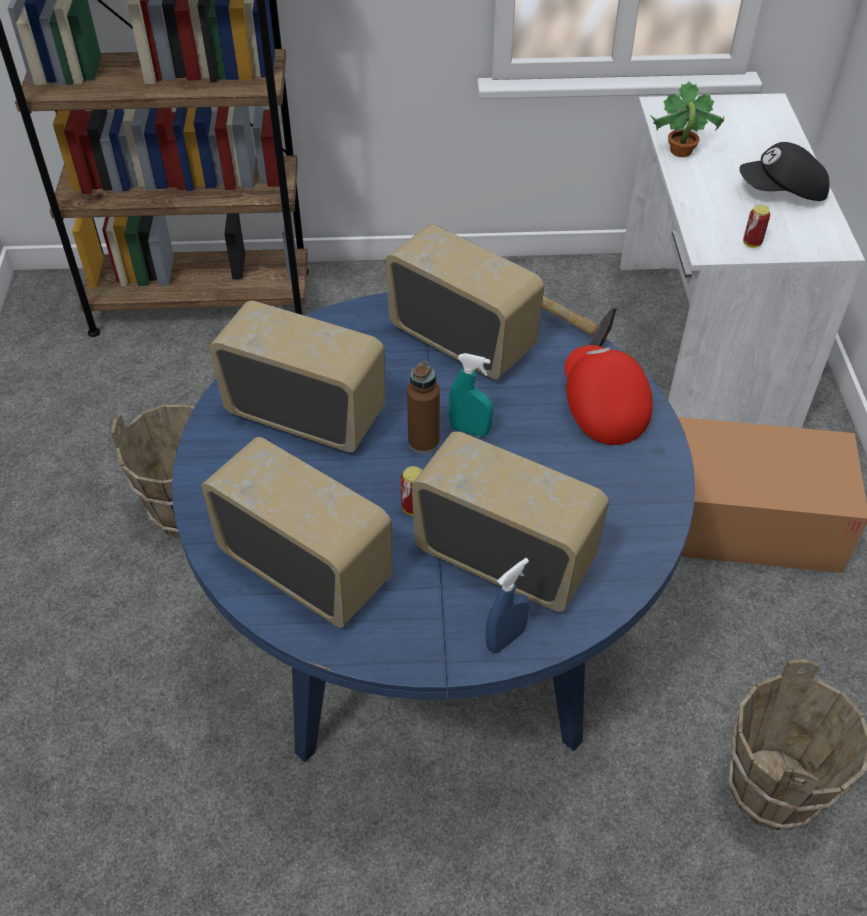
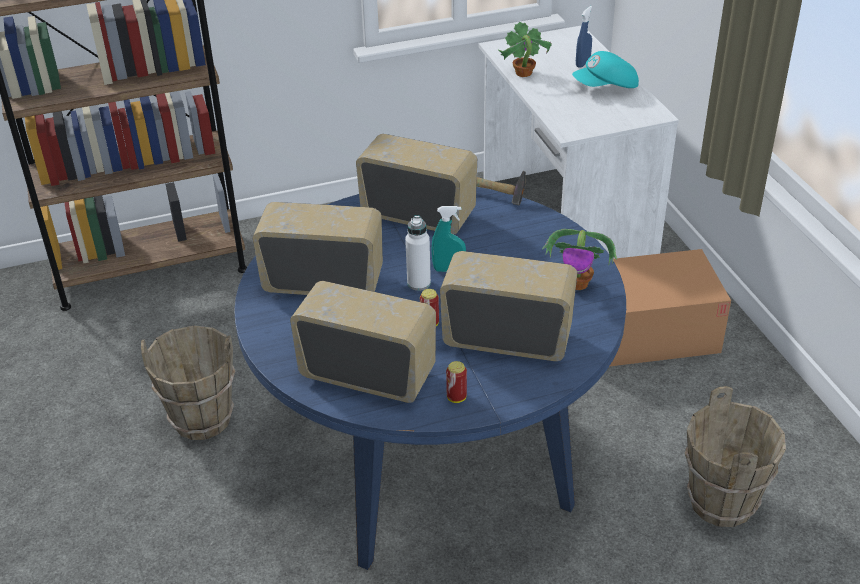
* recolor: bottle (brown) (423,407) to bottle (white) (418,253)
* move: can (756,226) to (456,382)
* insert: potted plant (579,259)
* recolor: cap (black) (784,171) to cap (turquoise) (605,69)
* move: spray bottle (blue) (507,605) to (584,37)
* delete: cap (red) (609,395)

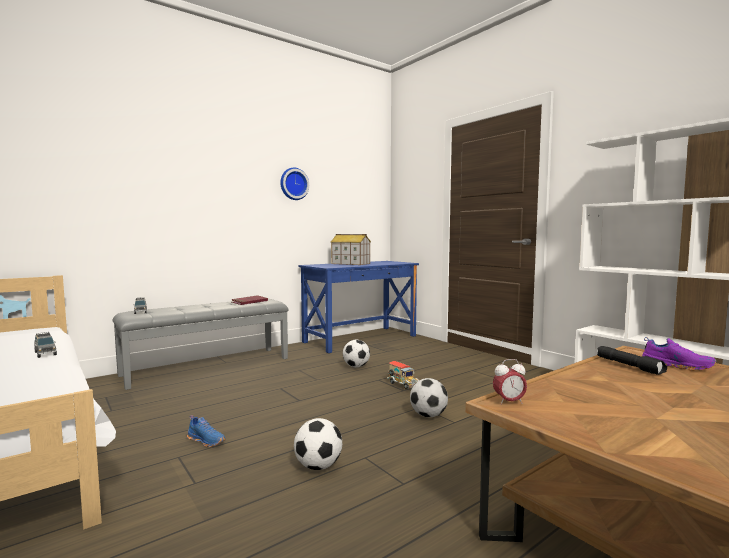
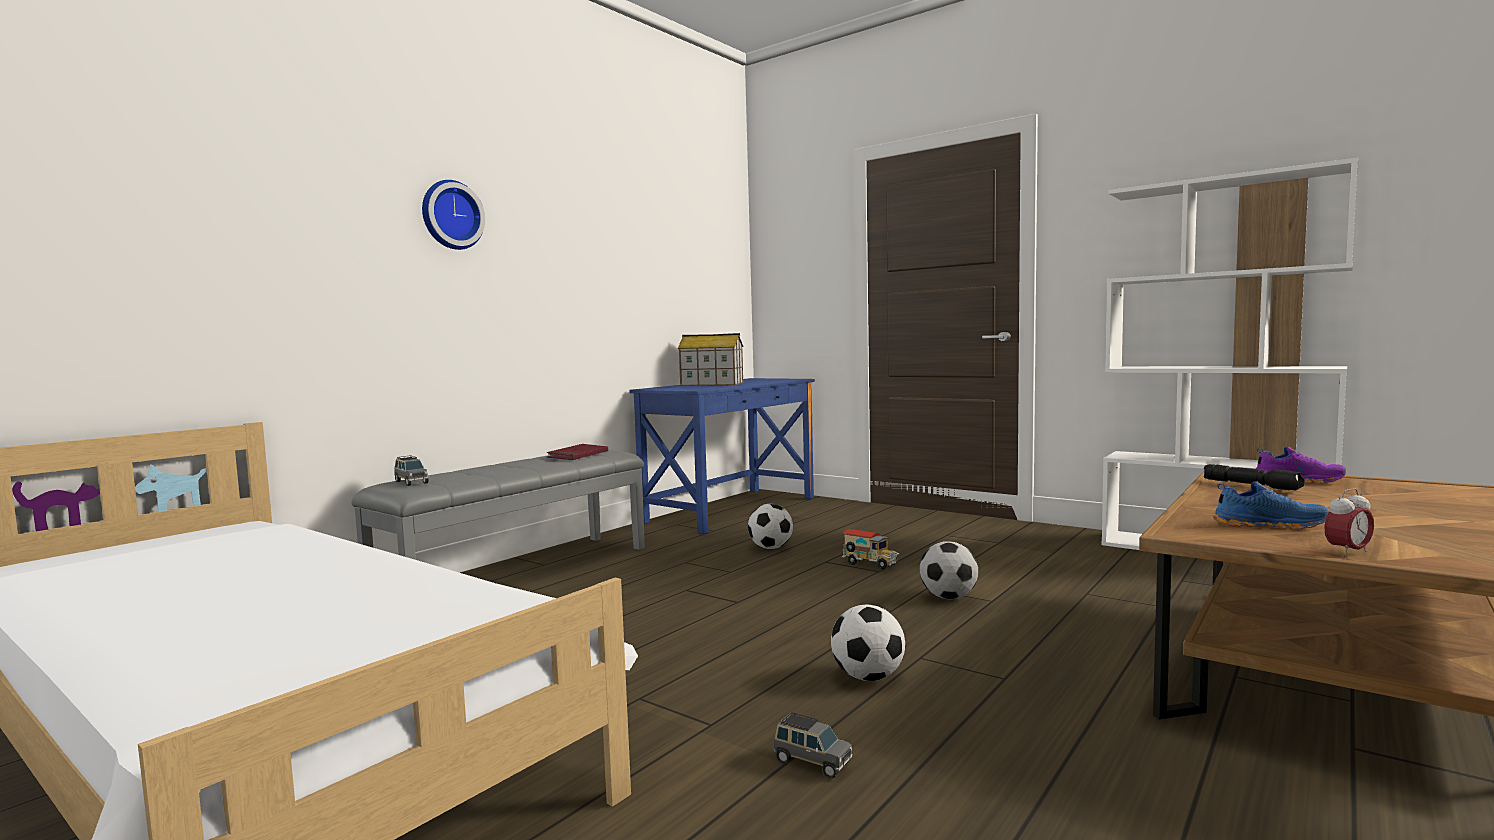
* move: wall clock (294,184) to (453,215)
* move: toy car (grey) (45,345) to (813,745)
* move: shoe (blue) (206,431) to (1271,505)
* move: alarm clock (510,382) to (1349,522)

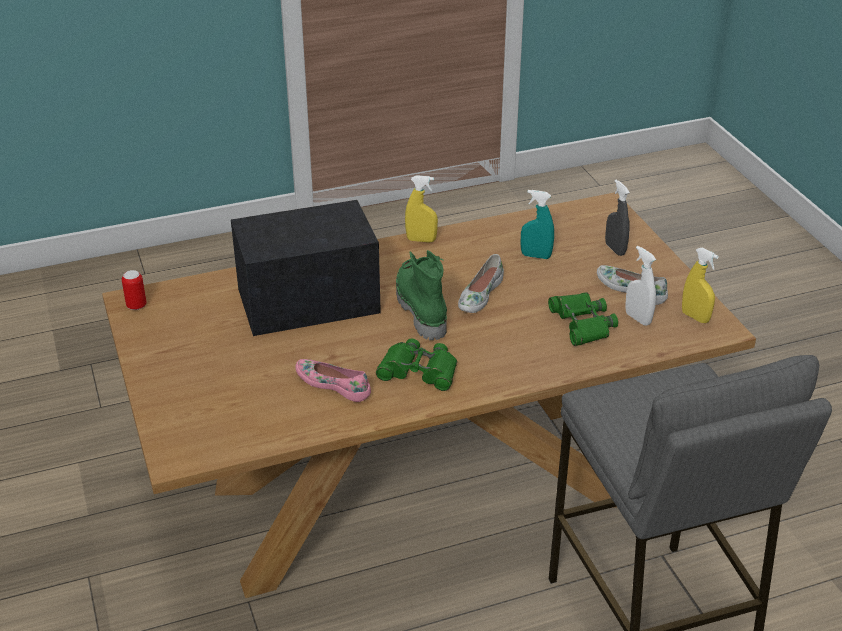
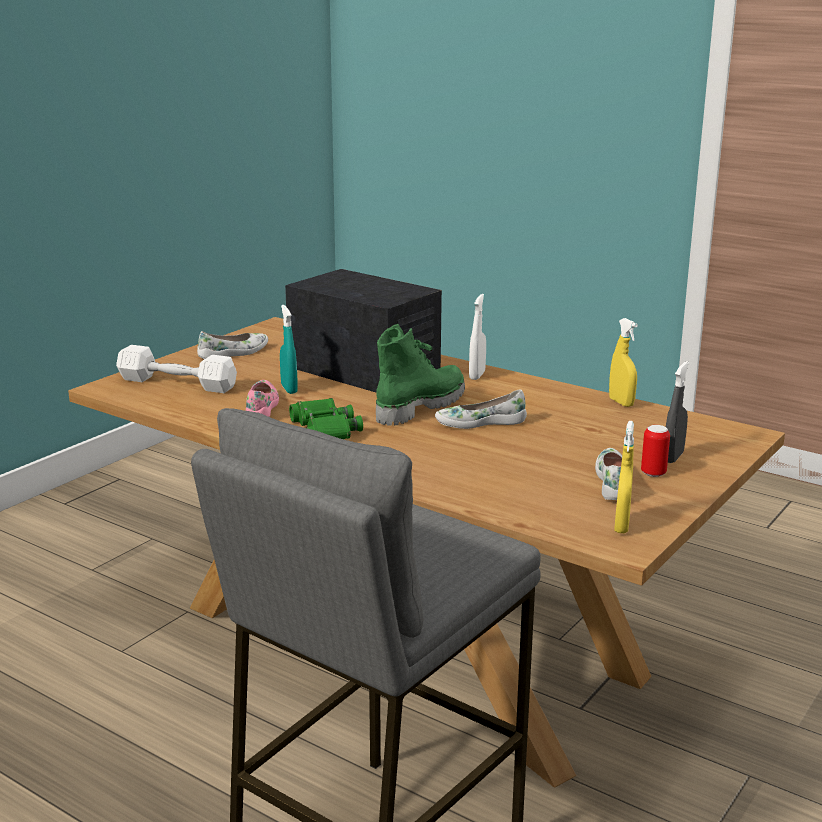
* insert: dumbbell (white) (176,369)
* insert: shoe (white) (232,345)
* move: spray bottle (turquoise) (537,224) to (289,349)
* move: spray bottle (white) (640,286) to (477,337)
* move: spray bottle (yellow) (421,209) to (623,362)
* move: can (134,290) to (655,451)
* delete: binoculars (green) (583,319)

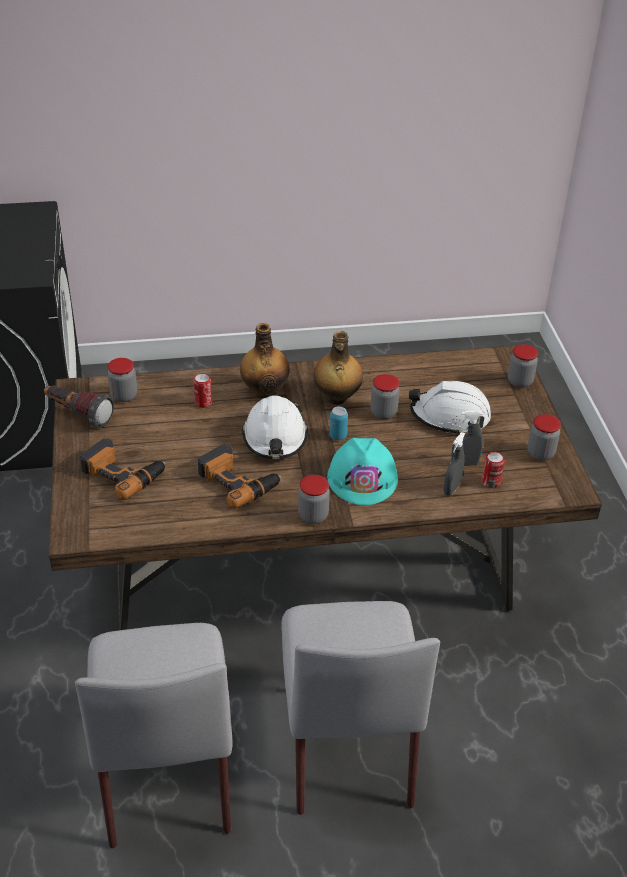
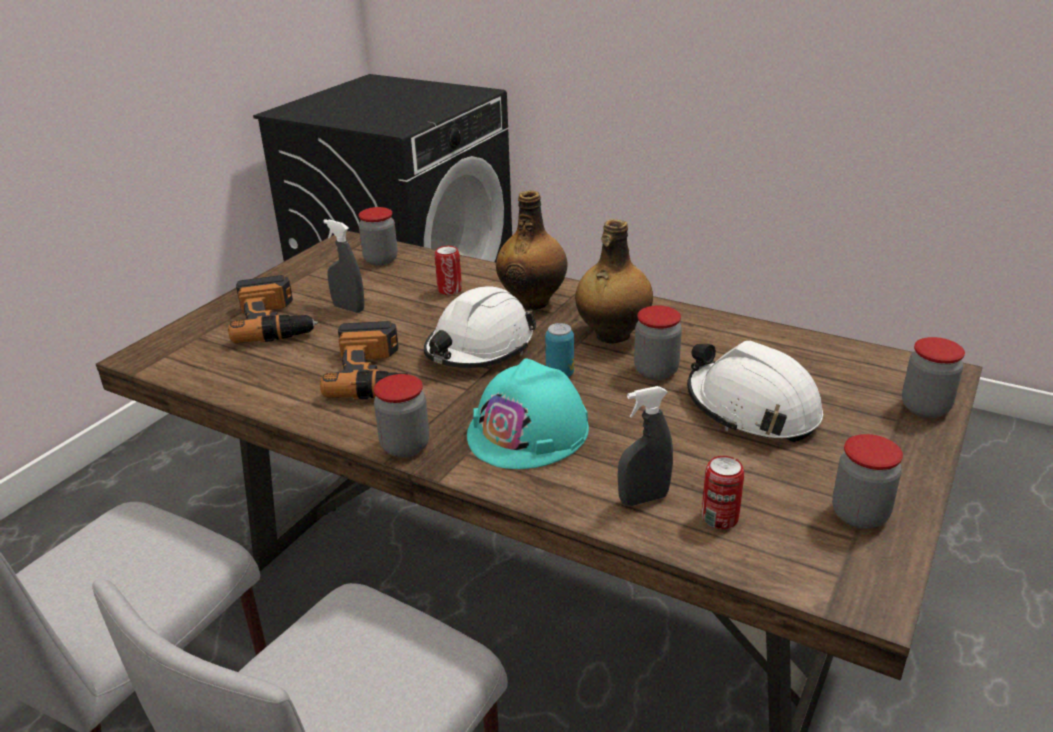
* move: spray bottle (grey) (467,438) to (343,266)
* delete: flashlight (79,406)

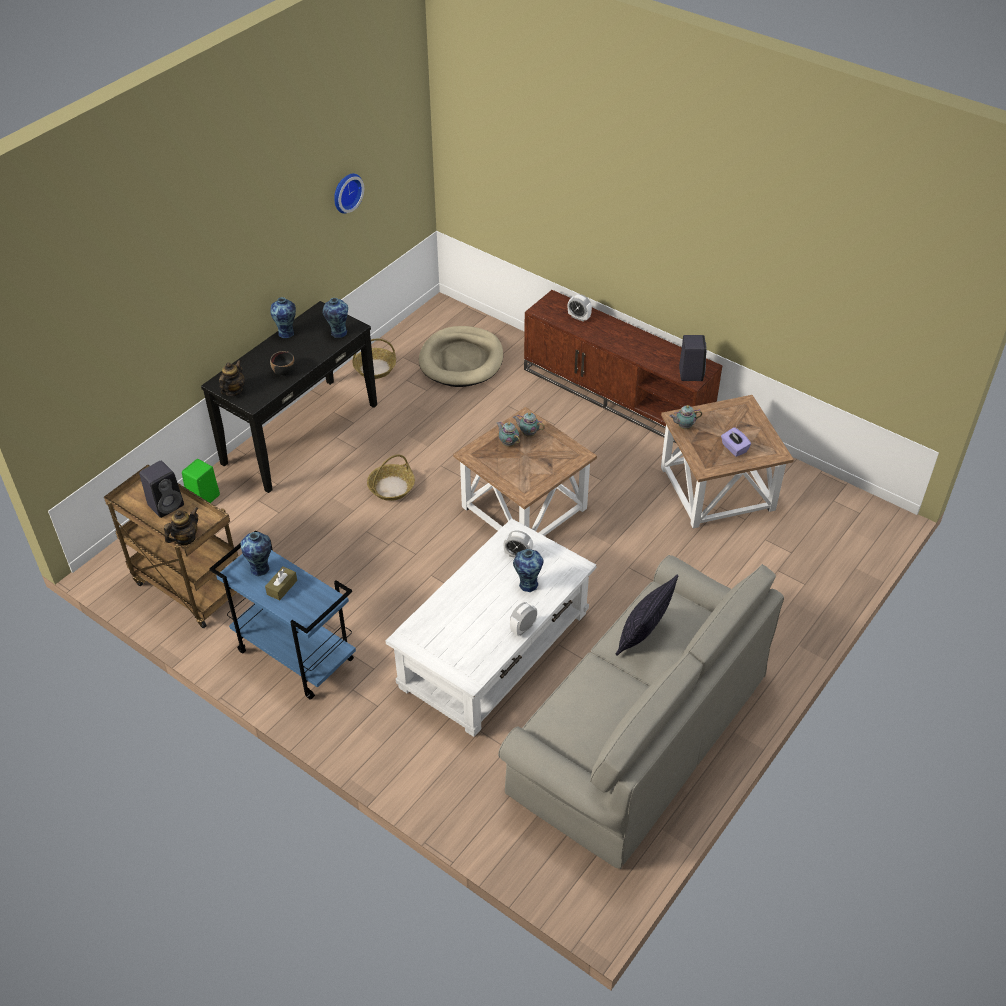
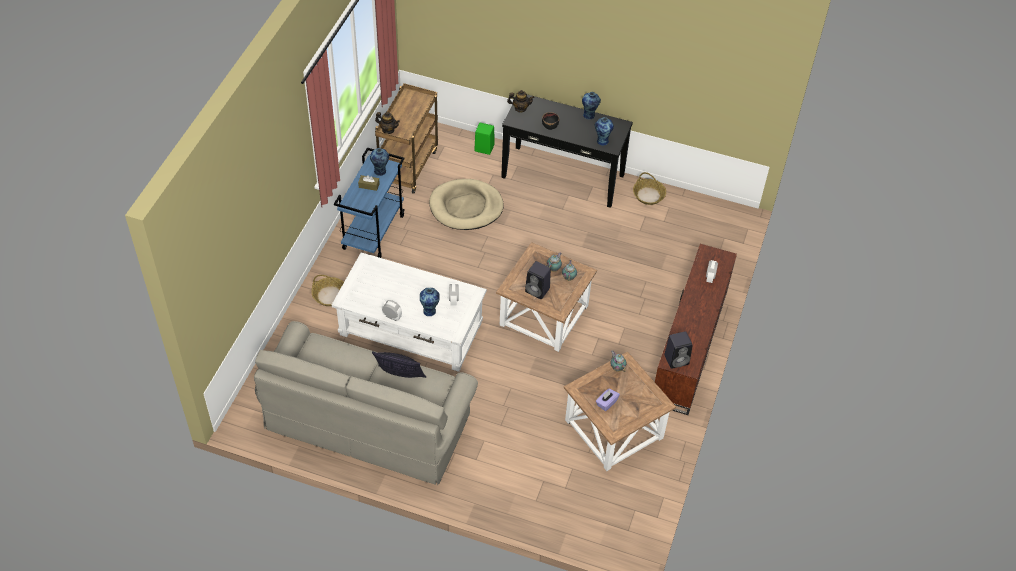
* move: basket (391,478) to (327,290)
* move: dog bed (beige) (461,356) to (466,204)
* move: speaker (black) (161,489) to (538,280)
* delete: wall clock (349,194)

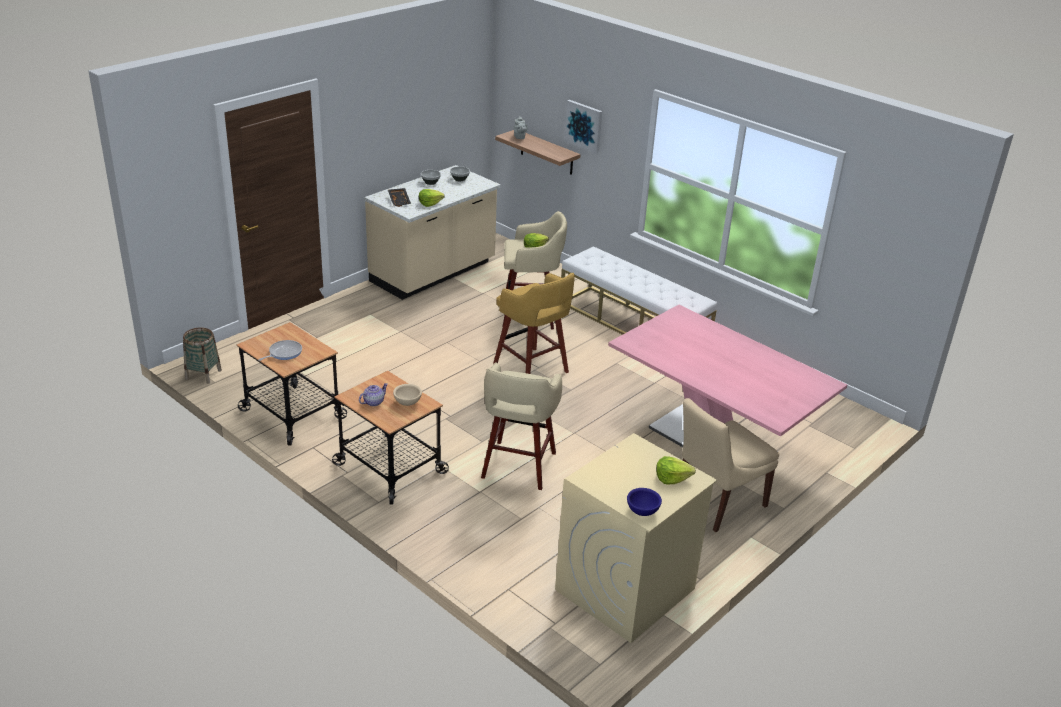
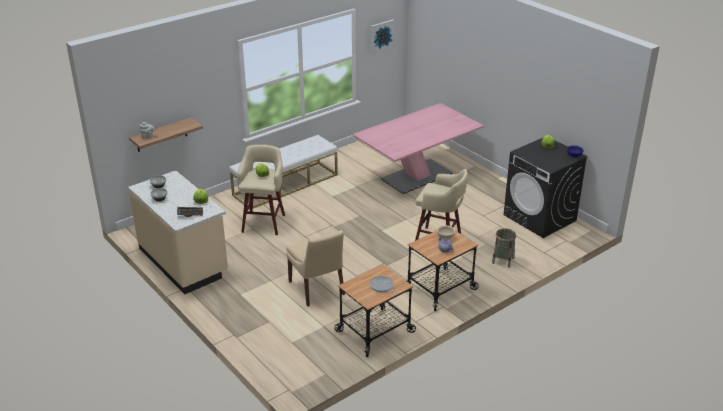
* move: chair (beige) (730,465) to (315,268)
* move: picture (583,126) to (382,36)
* move: basket (202,355) to (504,248)
* recolor: washing machine (beige) (636,538) to washing machine (black) (546,187)
* delete: stool (yellow) (534,323)

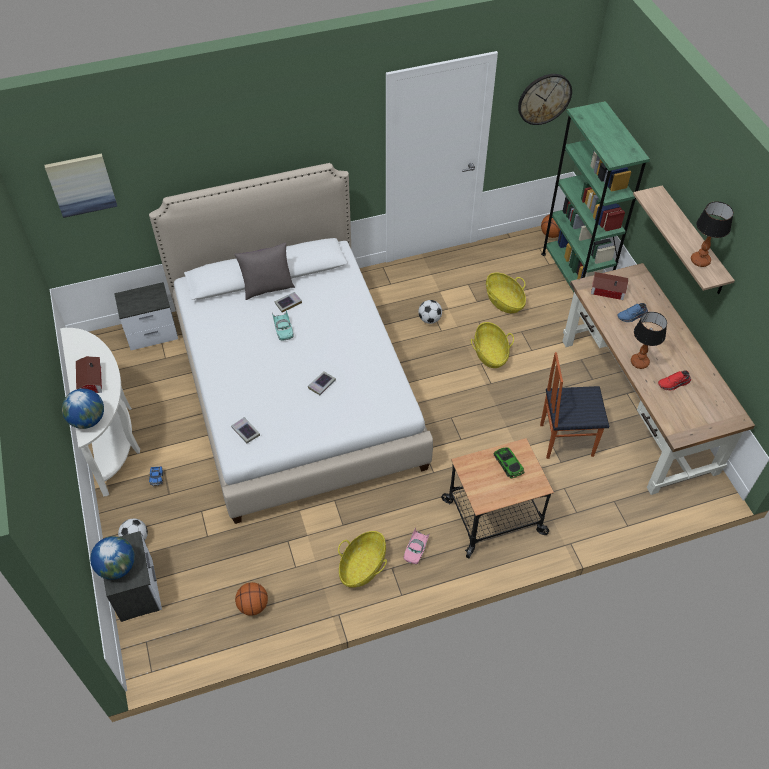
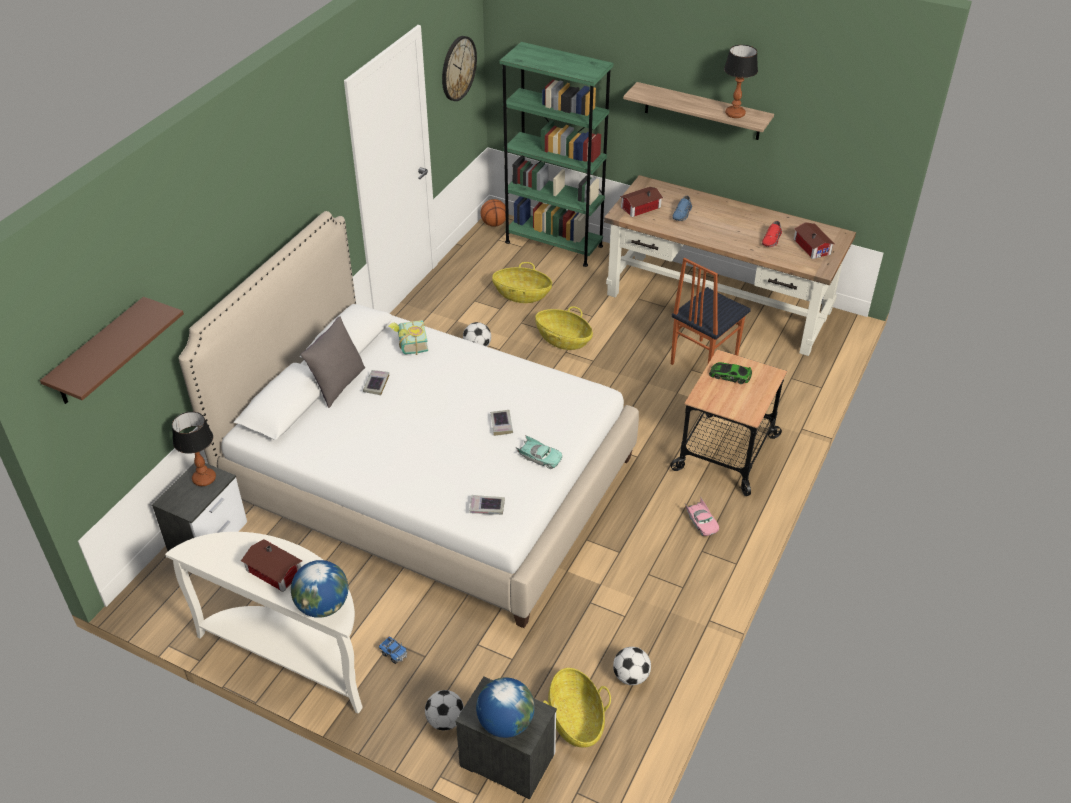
* replace: picture (81,185) to shelf (brown) (112,350)
* move: table lamp (649,340) to (194,448)
* insert: book (408,337)
* move: toy car (turquoise) (283,325) to (539,452)
* move: basket (362,559) to (577,707)
* replace: basketball (251,599) to football (632,666)
* insert: toy house (814,240)

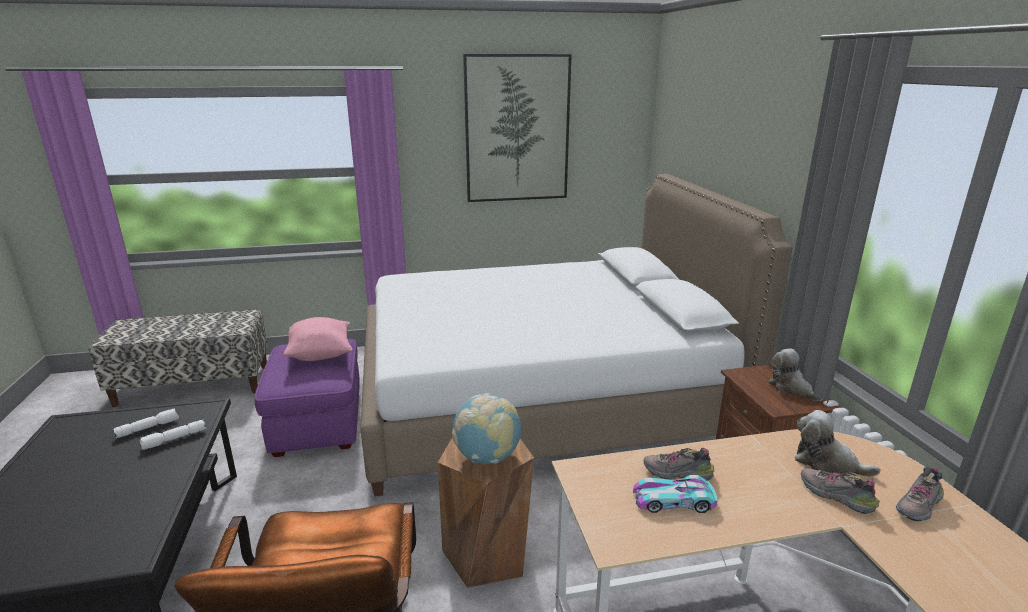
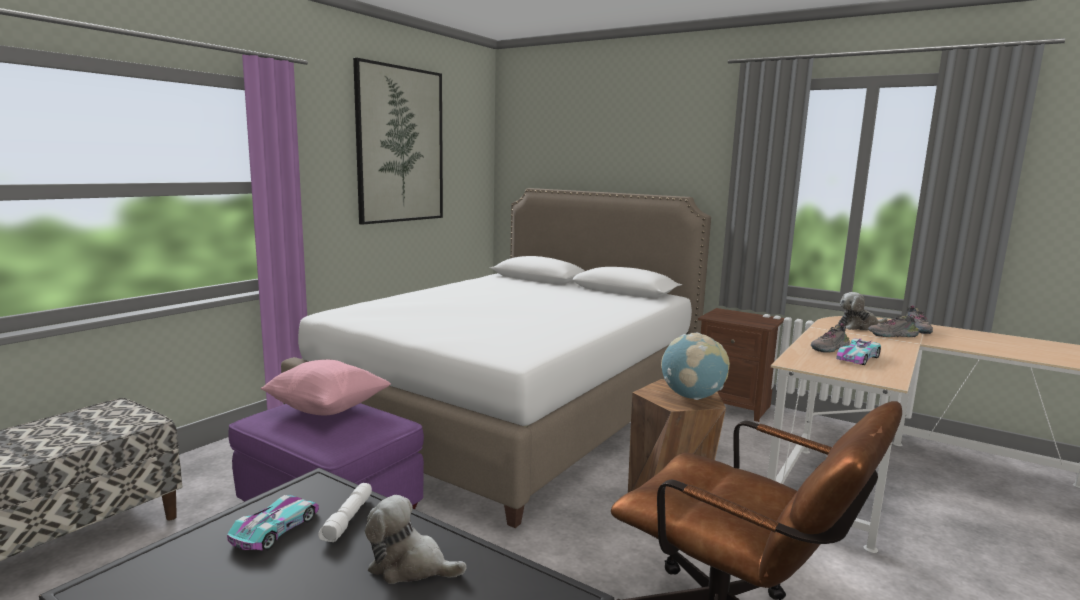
* replace: flashlight (white) (146,423) to toy car (273,523)
* move: plush toy (795,375) to (416,539)

